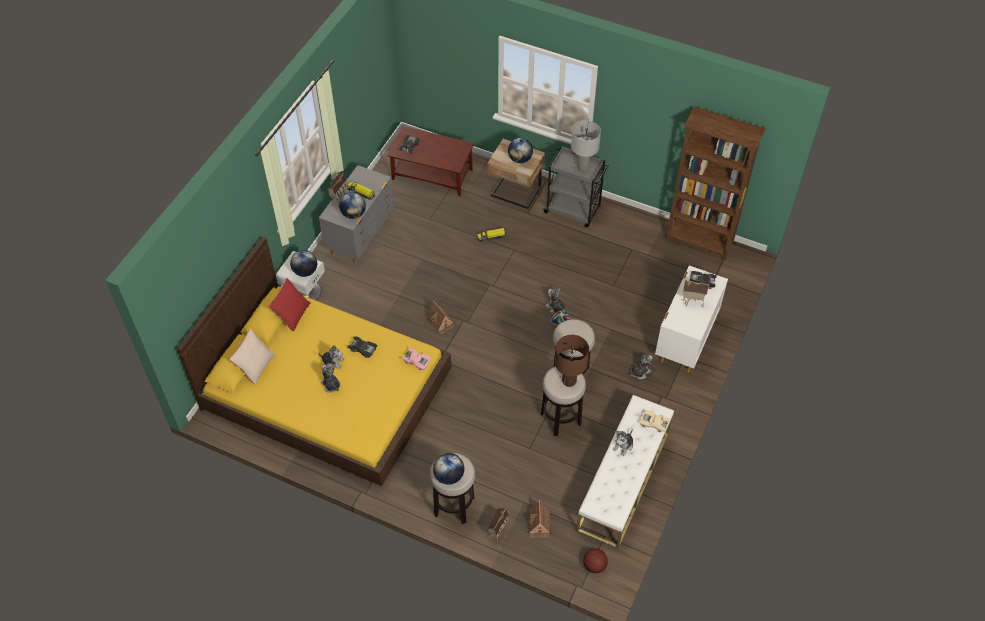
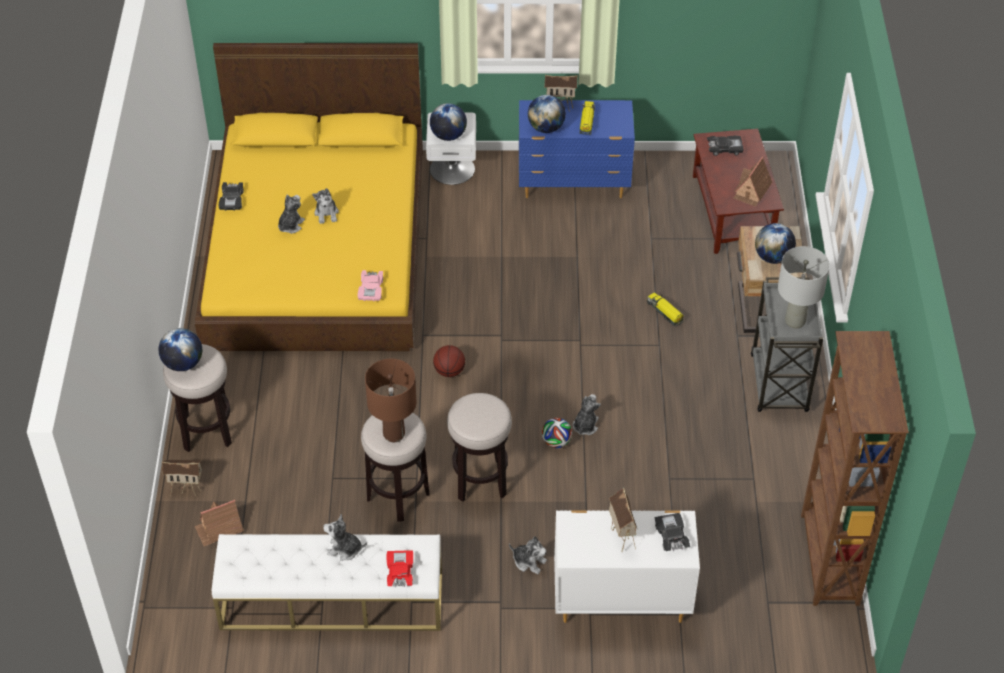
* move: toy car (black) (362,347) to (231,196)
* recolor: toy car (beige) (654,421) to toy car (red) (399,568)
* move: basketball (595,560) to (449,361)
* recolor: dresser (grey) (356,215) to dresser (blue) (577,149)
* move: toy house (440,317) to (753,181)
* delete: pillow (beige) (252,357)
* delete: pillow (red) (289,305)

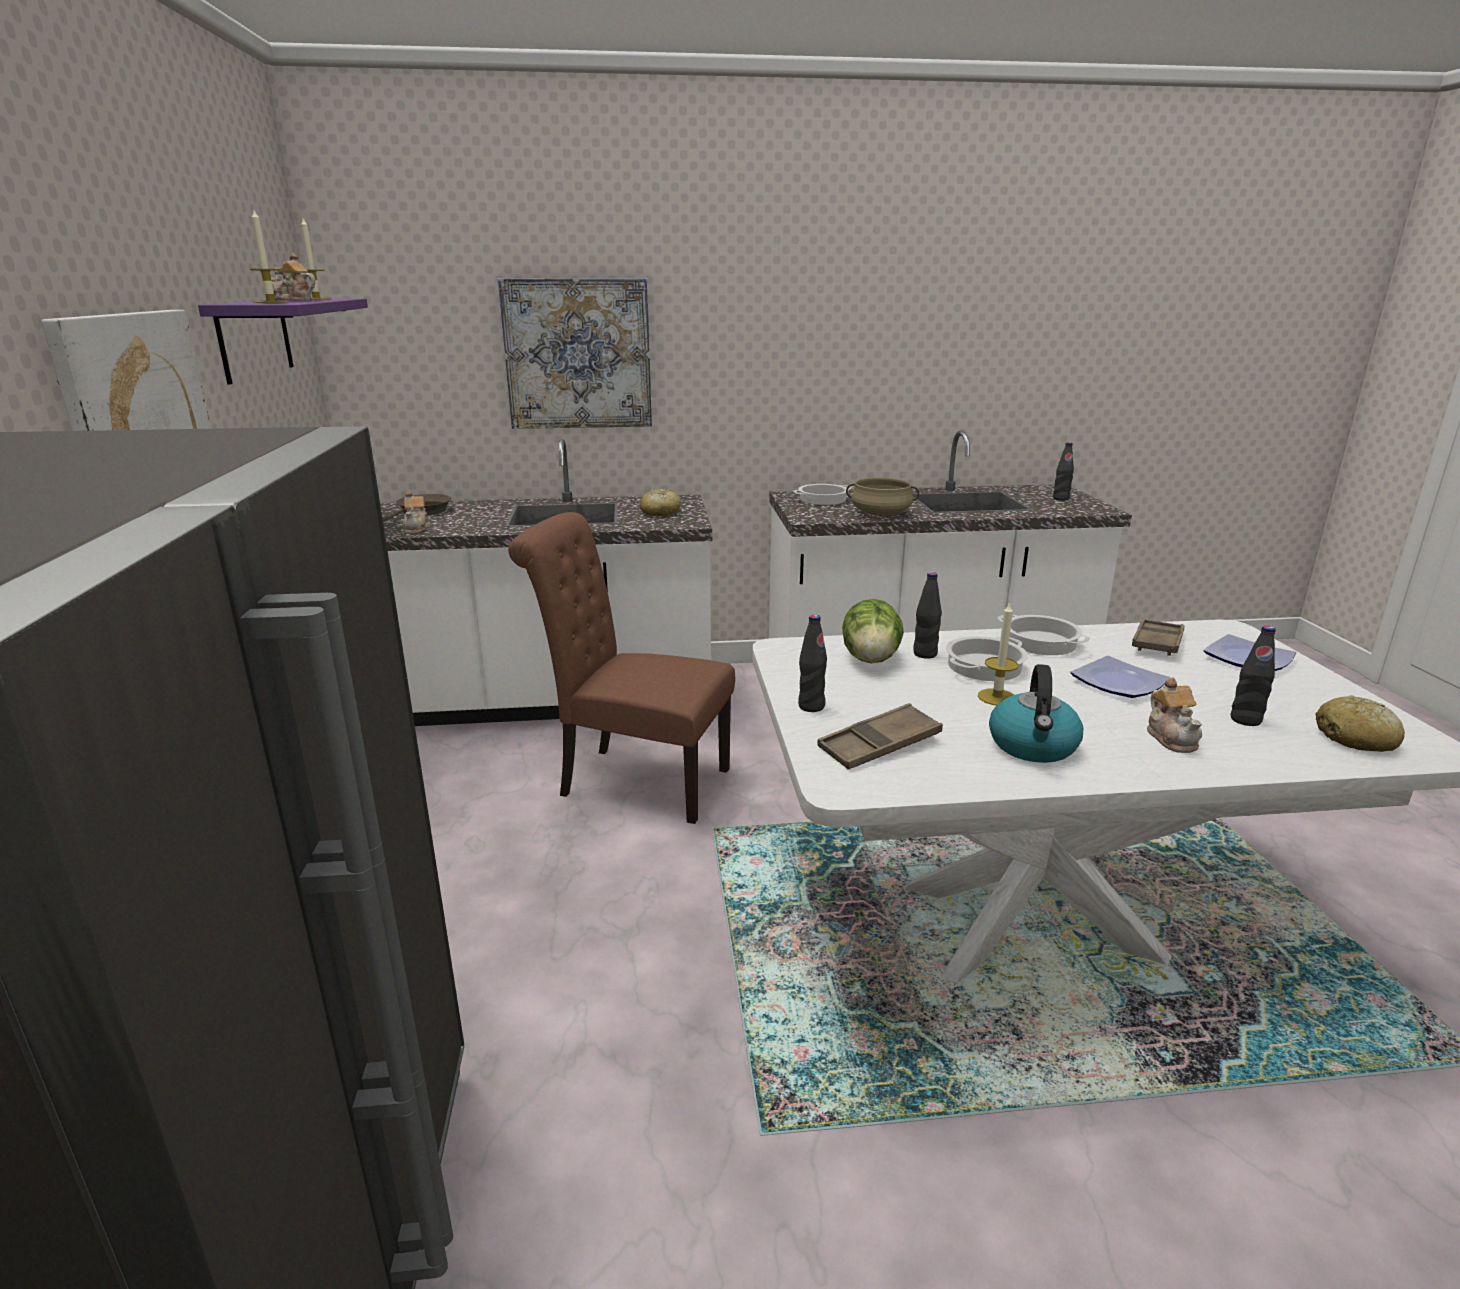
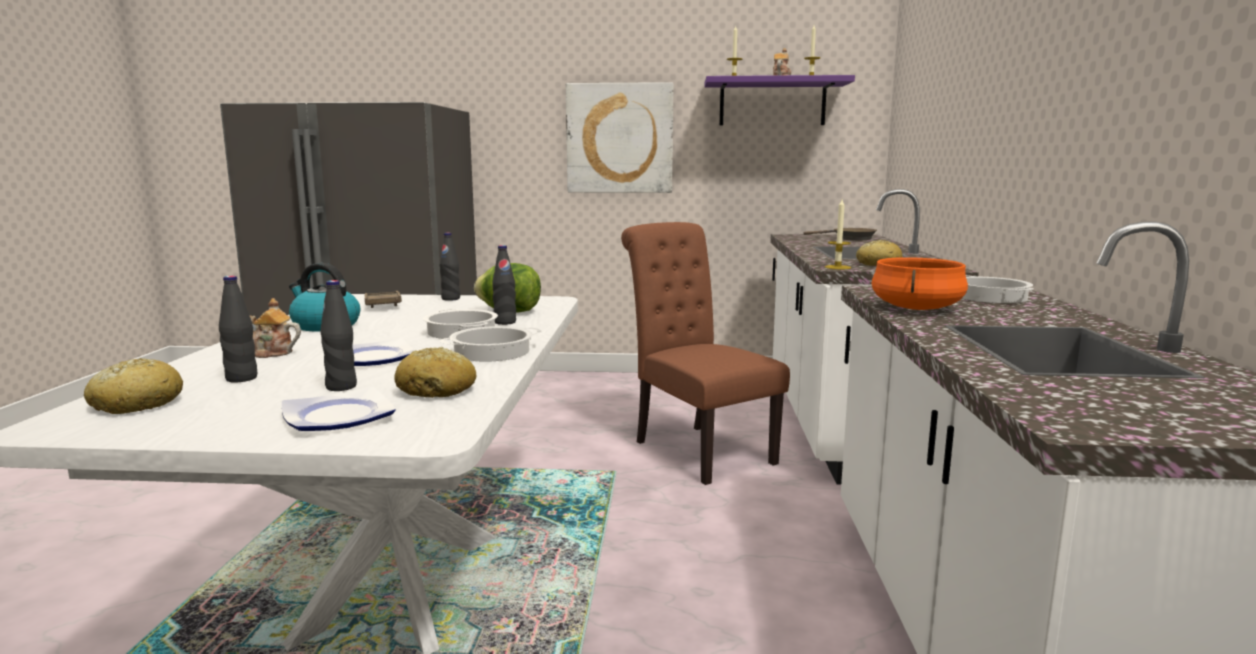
* move: bottle (black) (1063,471) to (338,335)
* replace: tray (brown) (1158,637) to bread (435,372)
* rotate: chair (brown) (621,668) = (705,353) 60 degrees counterclockwise
* move: candle (998,654) to (838,234)
* recolor: cooking pot (beige) (882,496) to cooking pot (orange) (919,283)
* delete: teapot (416,512)
* delete: picture (575,353)

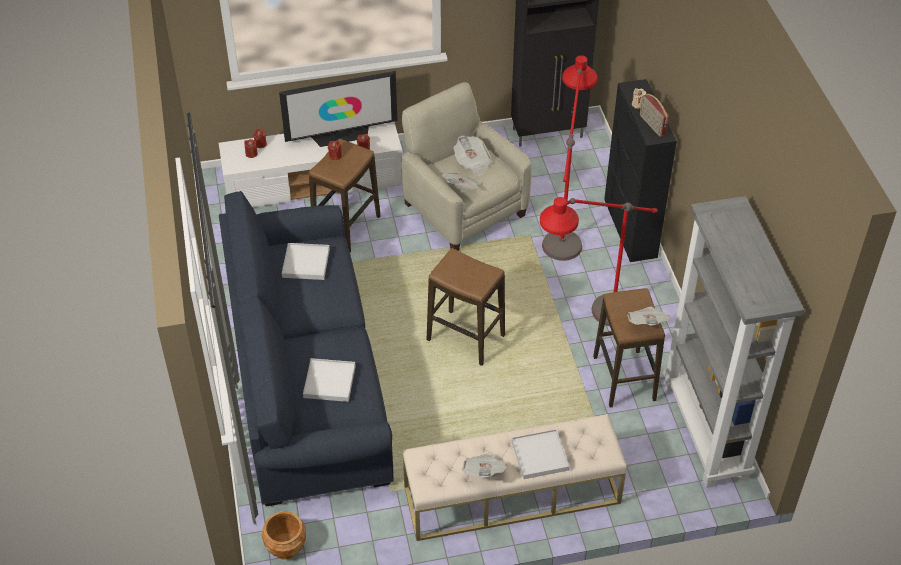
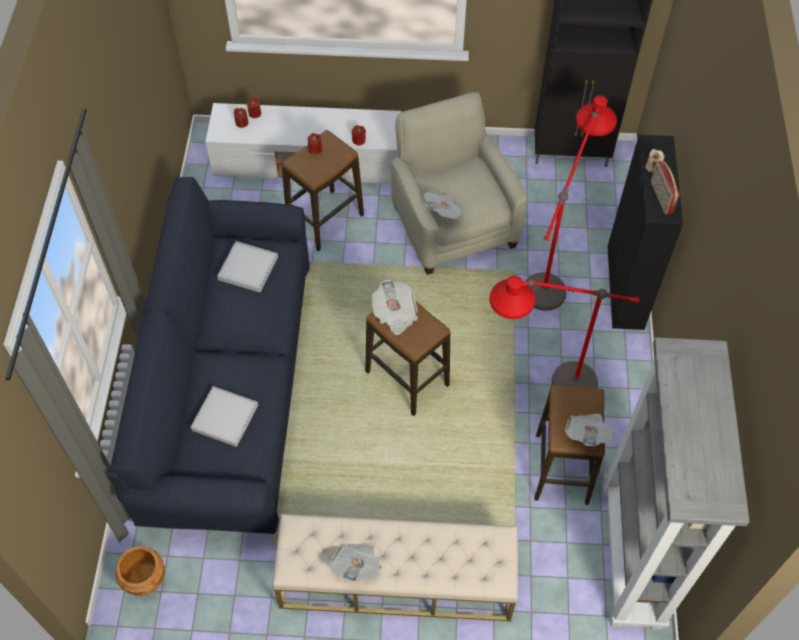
* move: newspaper (472,155) to (395,307)
* delete: television (338,109)
* delete: tray (white) (540,454)

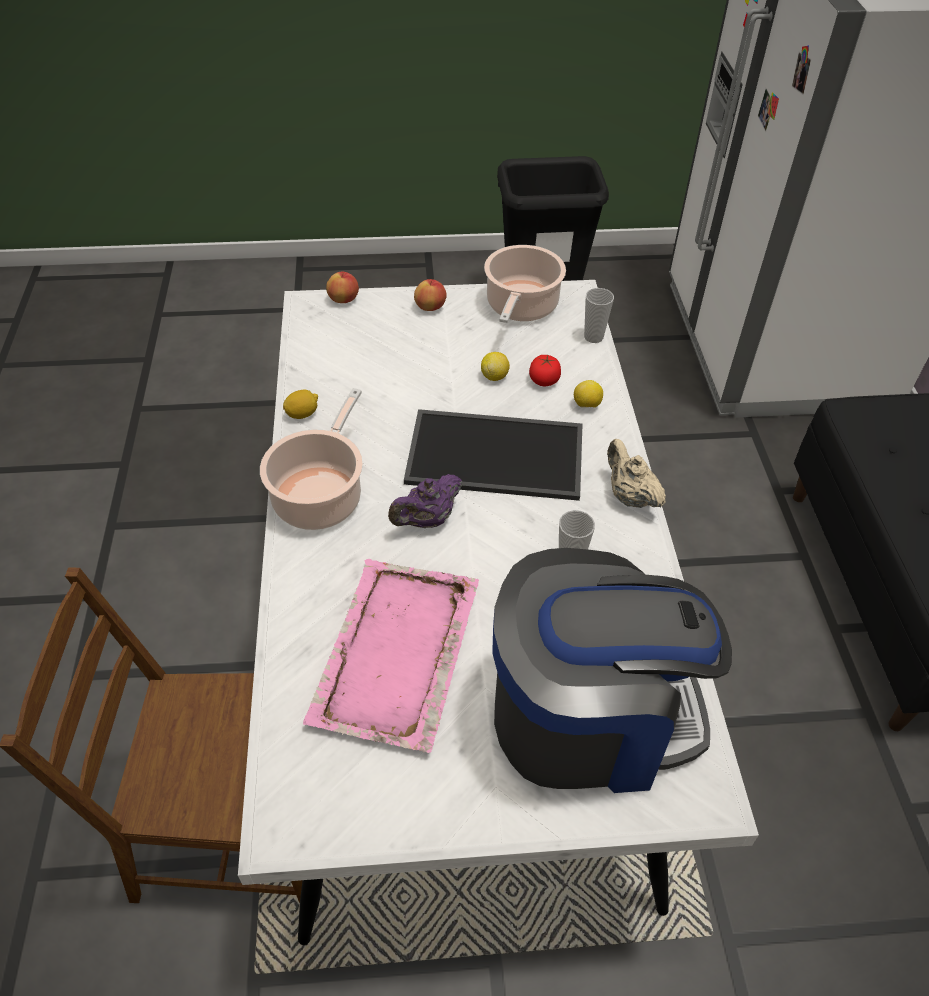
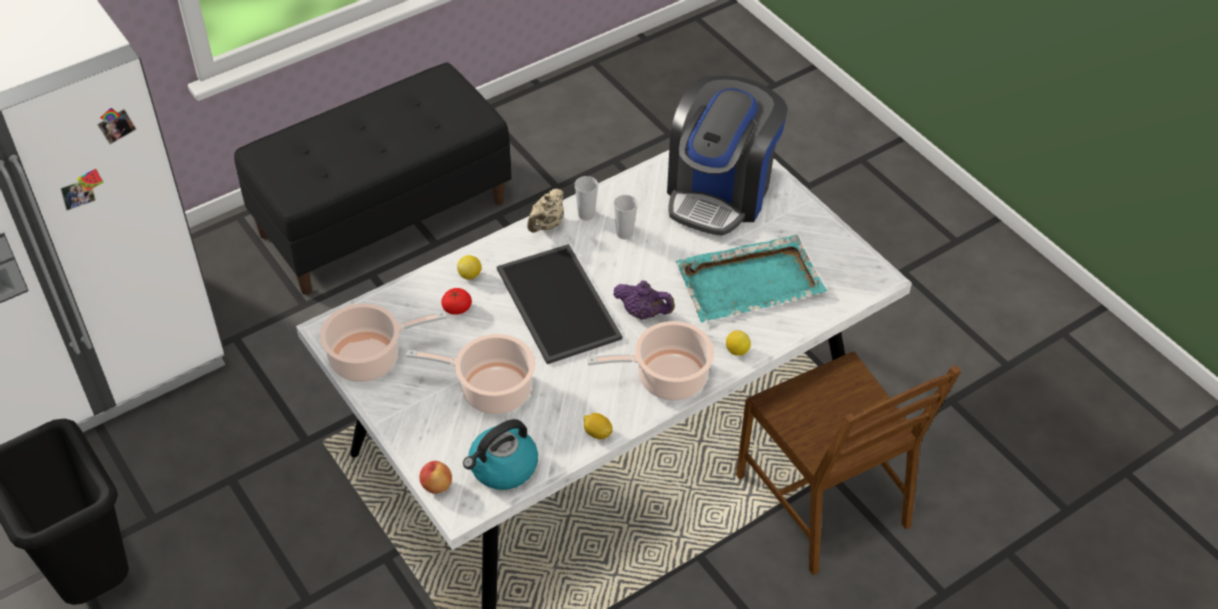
* insert: cooking pot (470,374)
* insert: kettle (500,454)
* move: cup (599,315) to (586,198)
* rotate: coffee machine (612,670) = (727,156) 120 degrees counterclockwise
* recolor: tray (pink) (391,656) to tray (turquoise) (751,279)
* move: lemon (495,366) to (738,343)
* delete: apple (430,295)

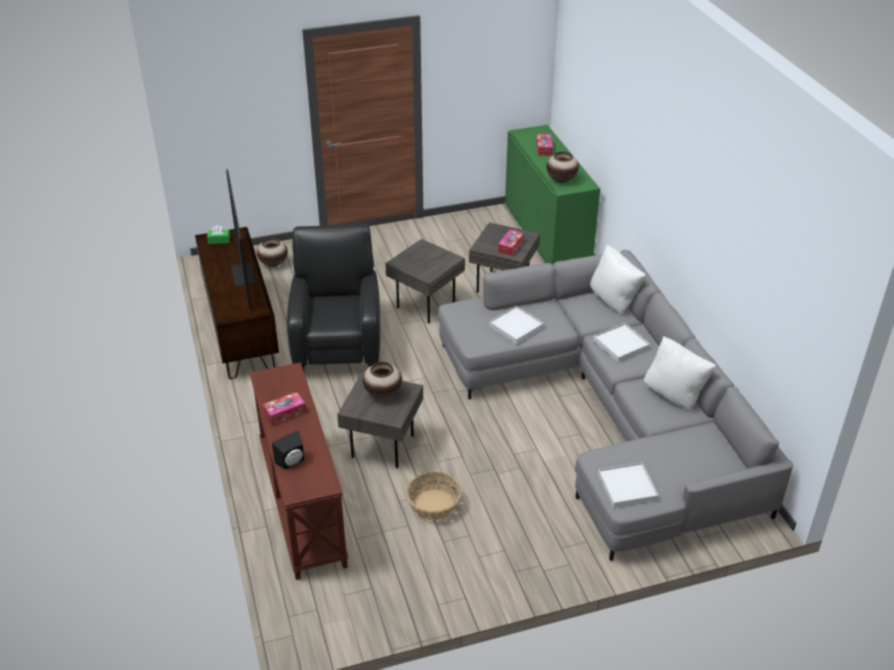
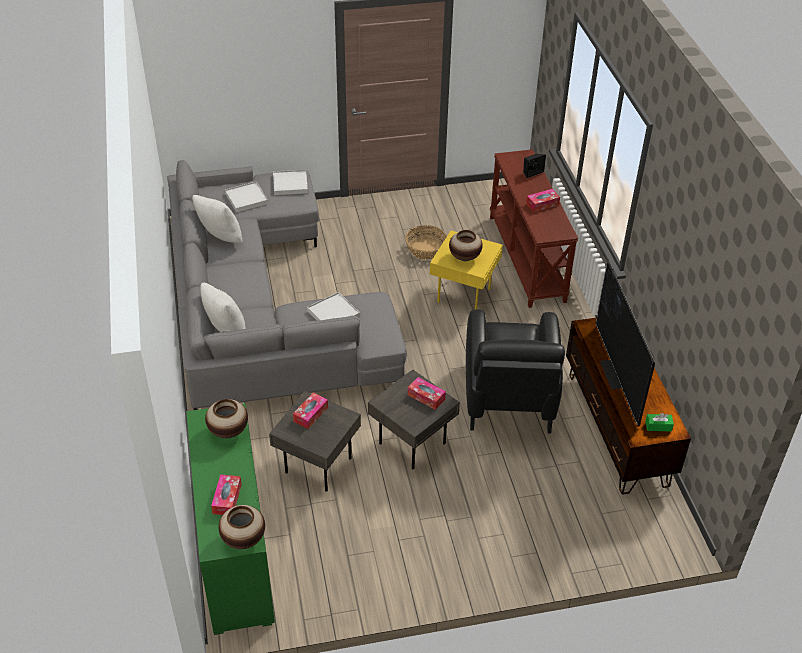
* move: vase (272,252) to (241,527)
* move: tray (white) (621,342) to (247,196)
* insert: tissue box (427,393)
* recolor: side table (grey) (380,420) to side table (yellow) (466,270)

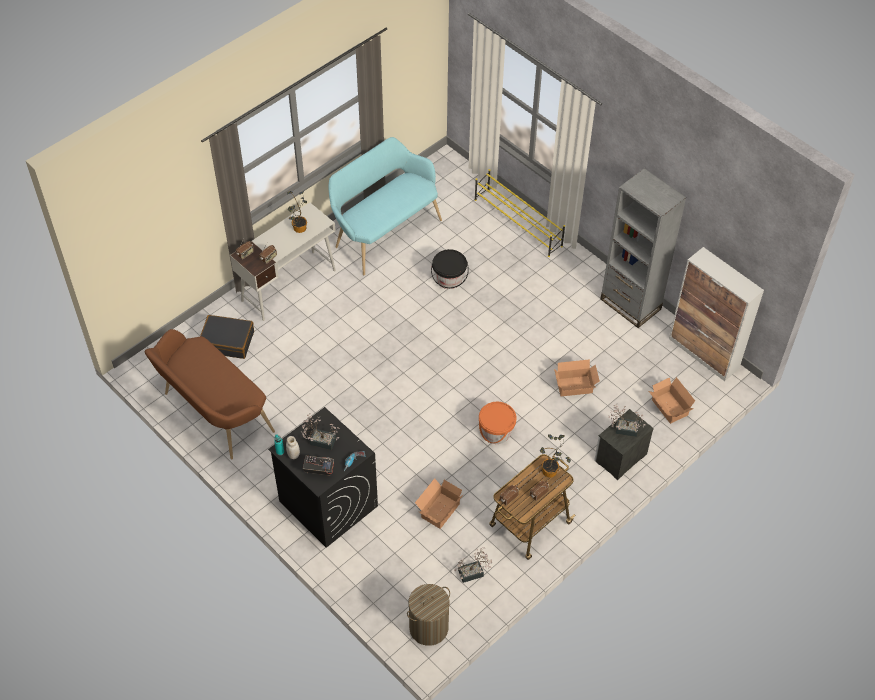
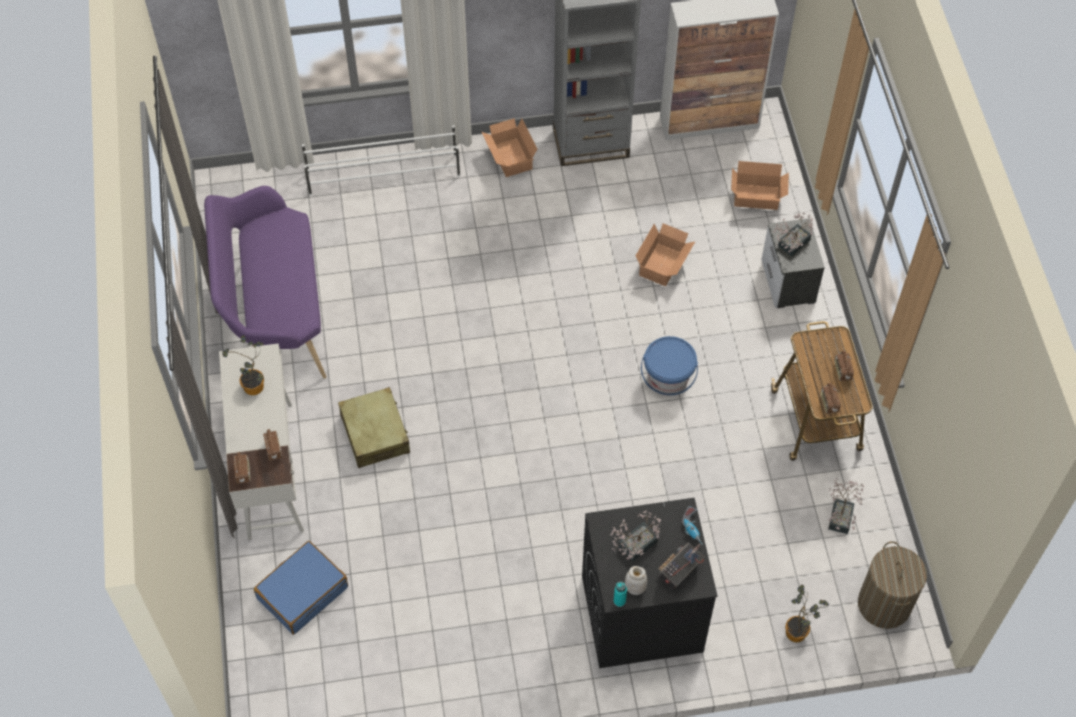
* recolor: bench (turquoise) (385,206) to bench (purple) (265,282)
* recolor: suitcase (black) (227,337) to suitcase (blue) (301,588)
* recolor: shoe rack (yellow) (520,213) to shoe rack (white) (381,160)
* insert: suitcase (beige) (374,427)
* move: cardboard box (439,503) to (509,147)
* recolor: bucket (orange) (497,423) to bucket (blue) (669,365)
* move: potted plant (555,456) to (807,613)
* delete: bench (brown) (210,394)
* delete: bucket (black) (450,269)

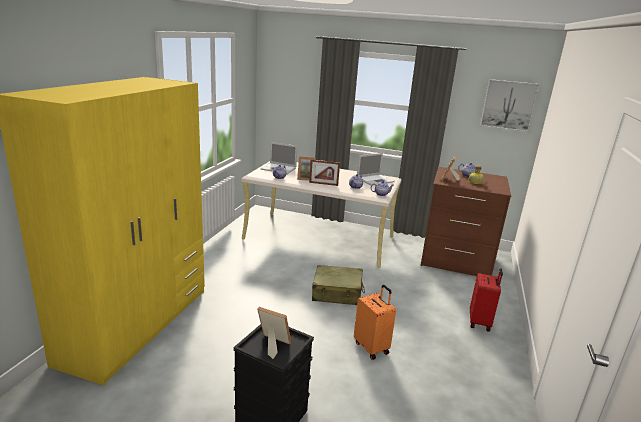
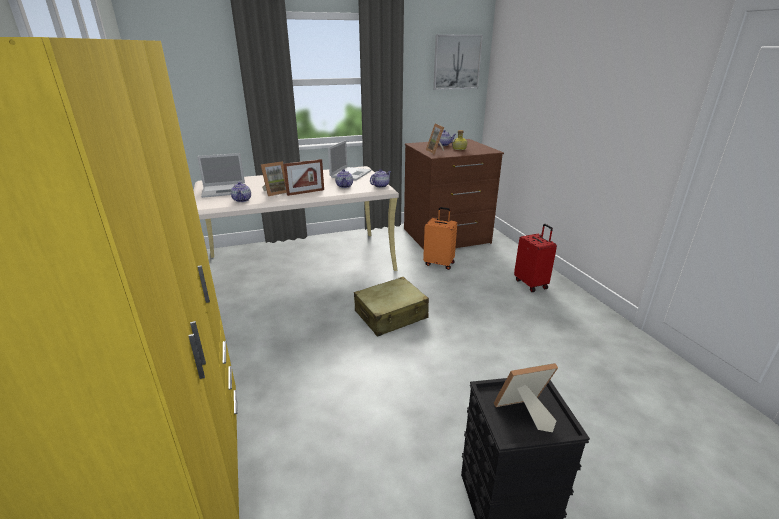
* move: suitcase (orange) (375,322) to (440,238)

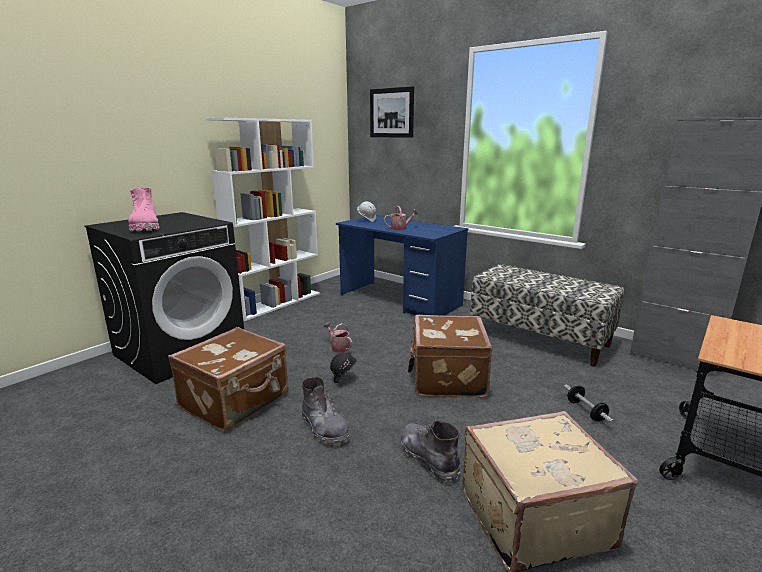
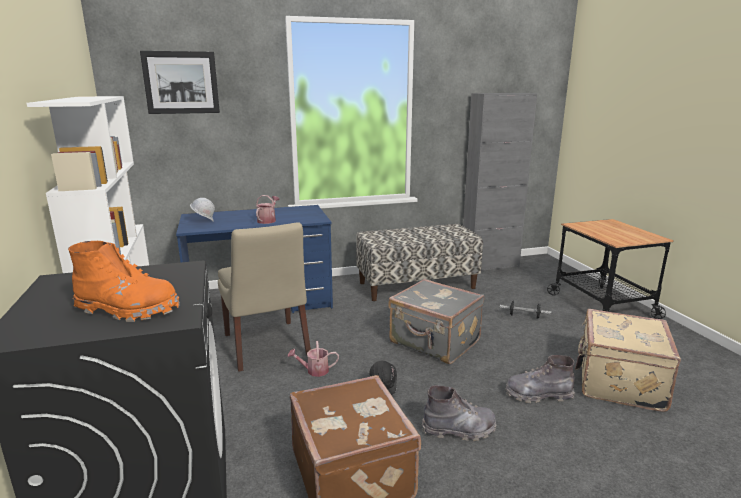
* recolor: boot (pink) (144,209) to boot (orange) (124,281)
* insert: chair (beige) (264,297)
* recolor: suitcase (brown) (450,356) to suitcase (grey) (436,321)

